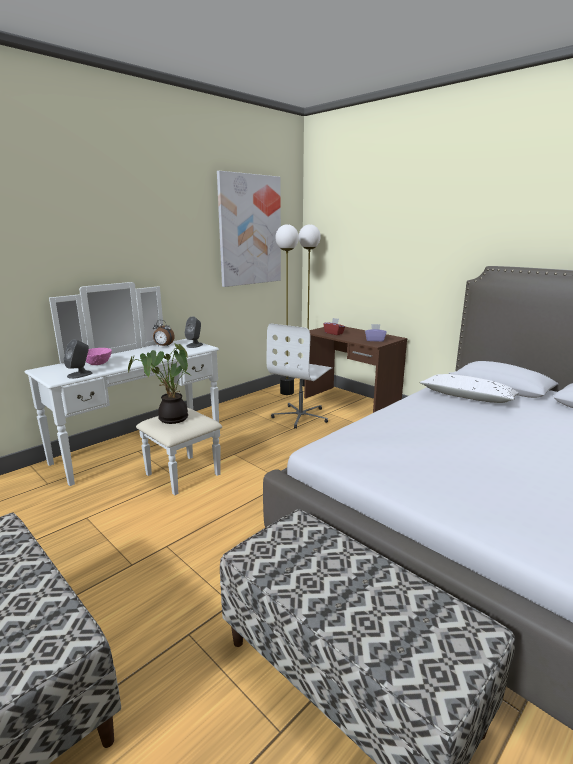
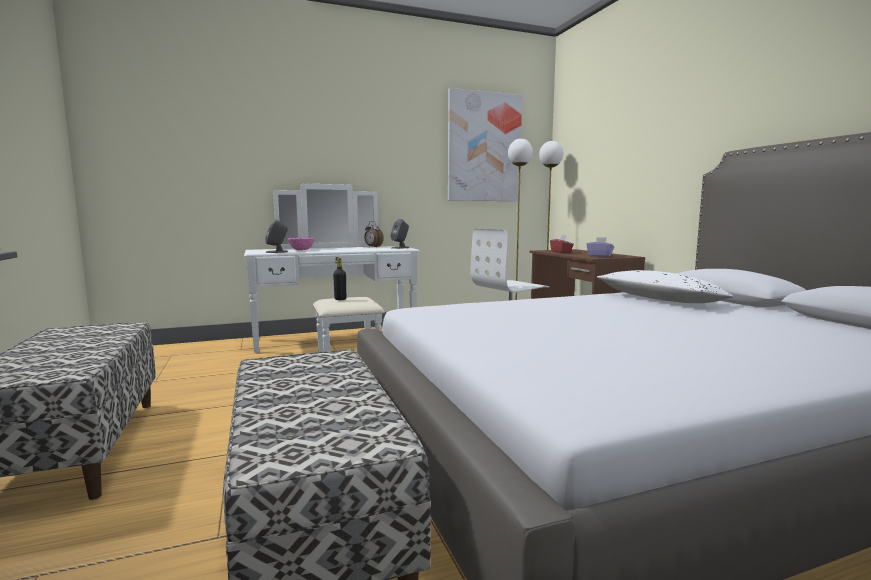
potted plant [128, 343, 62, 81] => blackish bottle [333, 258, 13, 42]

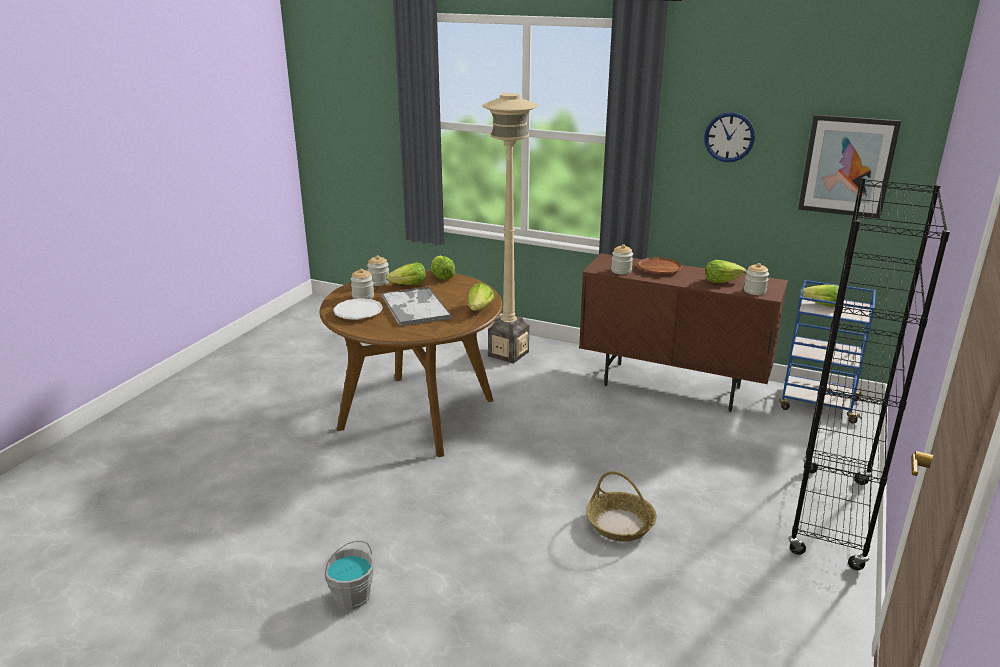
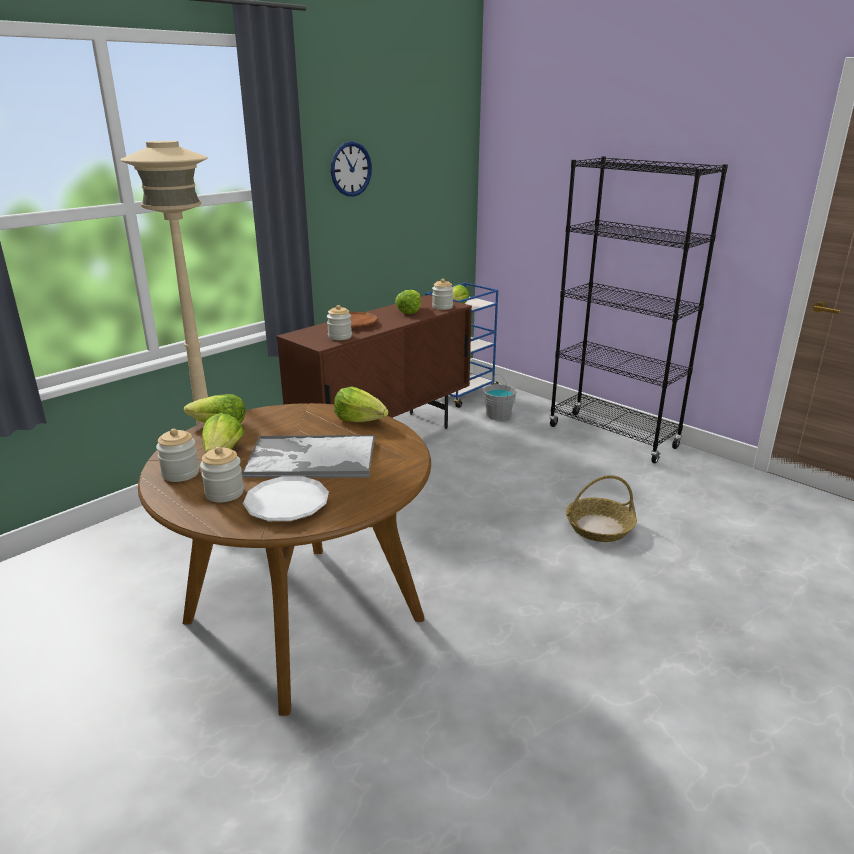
wall art [798, 114, 103, 105] => nothing
grey water bucket [323, 540, 51, 70] => grey water bucket [483, 373, 34, 47], relocated

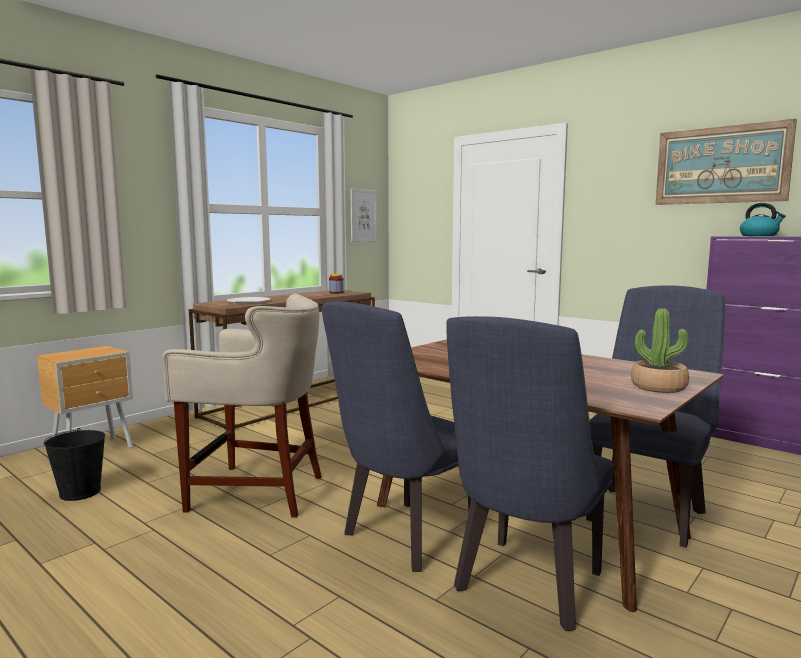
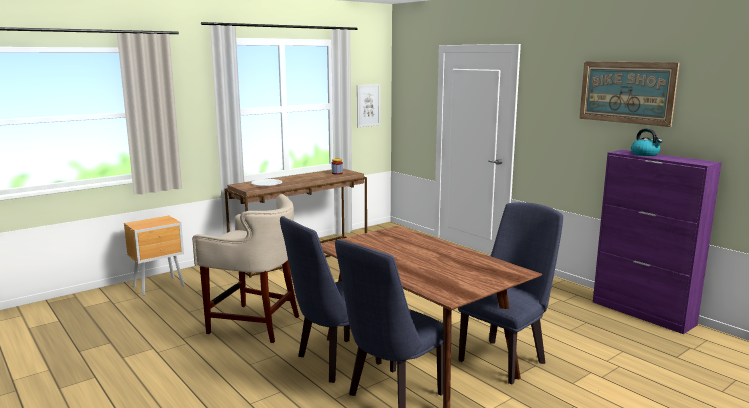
blackish water bucket [43, 428, 62, 73] => nothing
potted plant [631, 308, 58, 85] => nothing

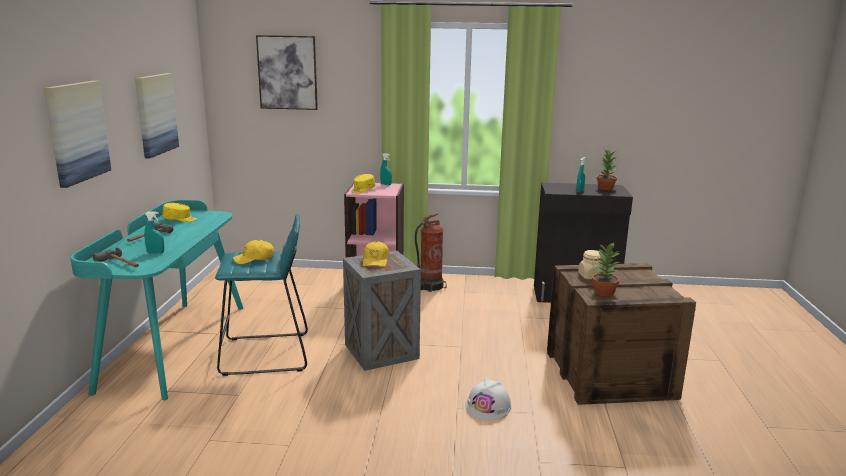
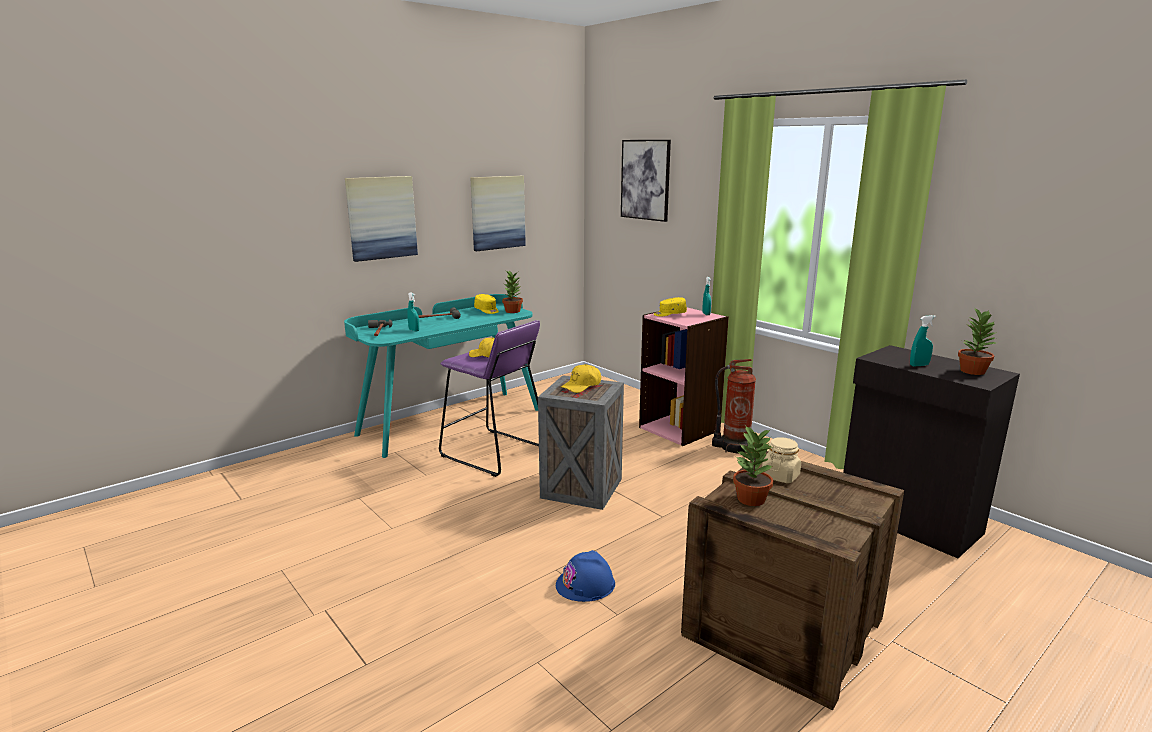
nothing => potted plant [502, 271, 21, 42]
turquoise-coloured stool [215, 214, 93, 162] => purple stool [439, 320, 101, 157]
white-coloured safety helmet [466, 378, 45, 43] => blue-coloured safety helmet [556, 550, 59, 52]

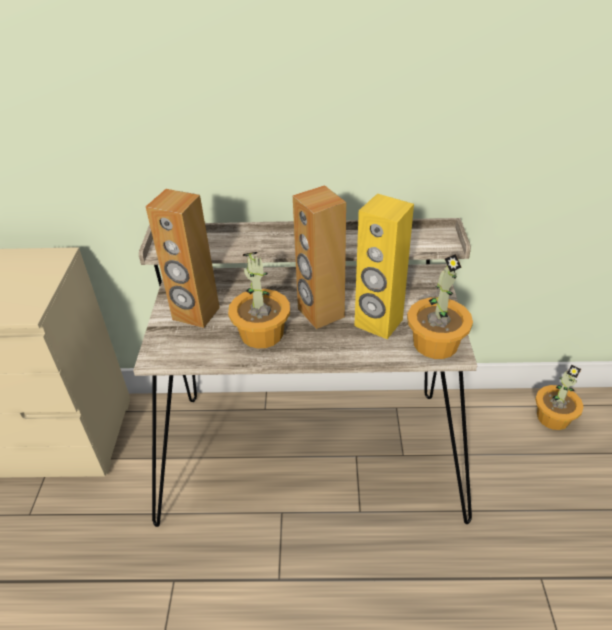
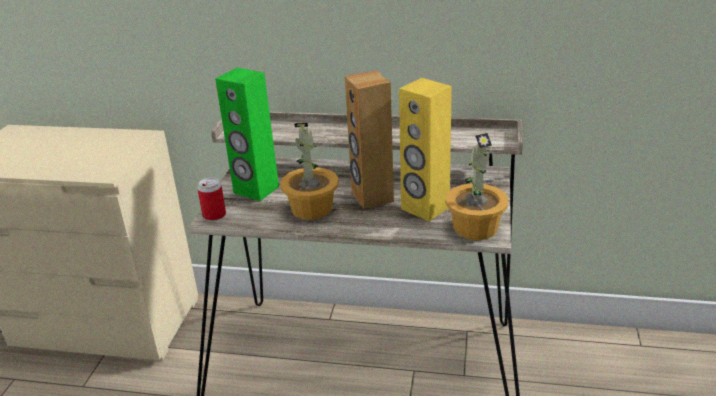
potted plant [535, 365, 49, 65] => nothing
nothing => metal can [197, 178, 29, 43]
brown-coloured speaker [146, 189, 74, 139] => green-coloured speaker [215, 68, 64, 133]

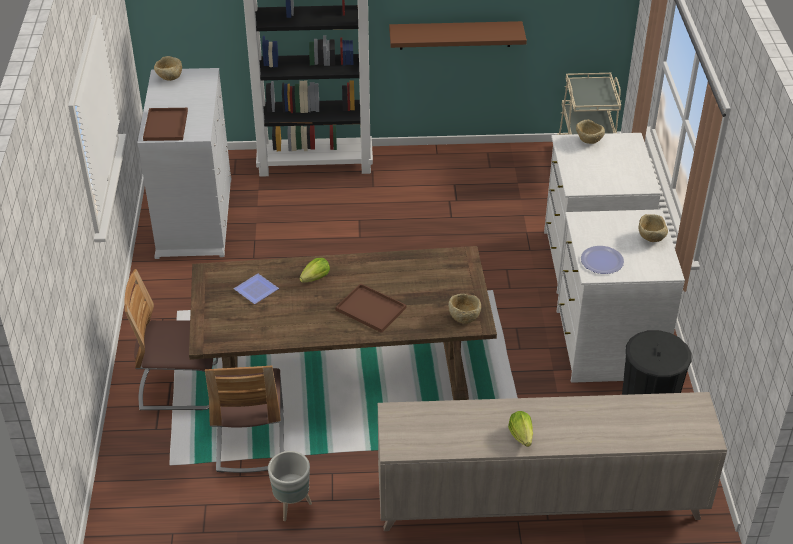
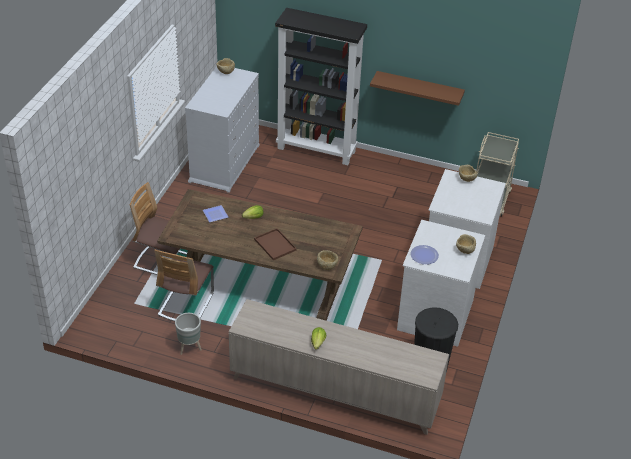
brown-coloured tray [143, 108, 45, 33] => nothing

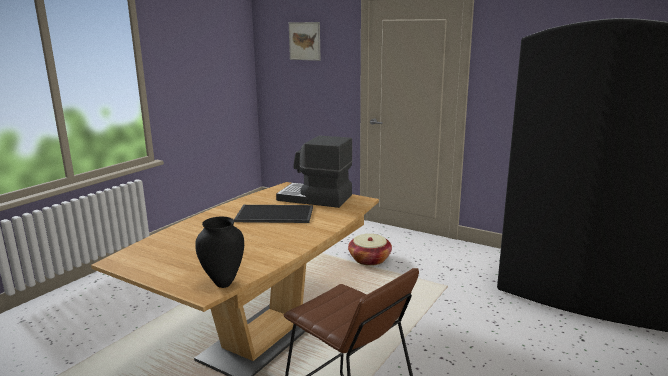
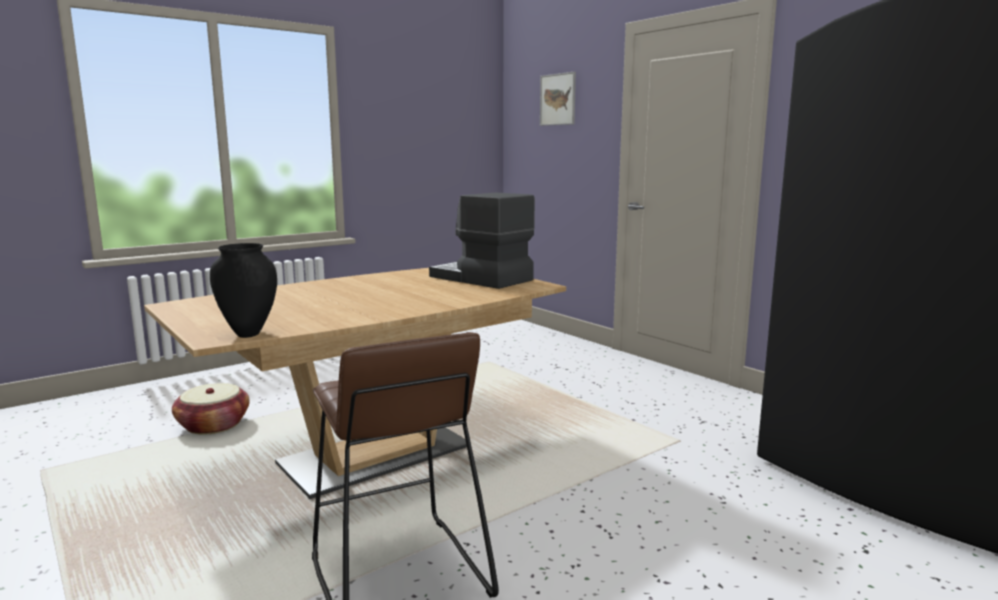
tray [234, 205, 79, 18] => nothing
storage basket [348, 234, 44, 32] => storage basket [172, 383, 78, 52], relocated

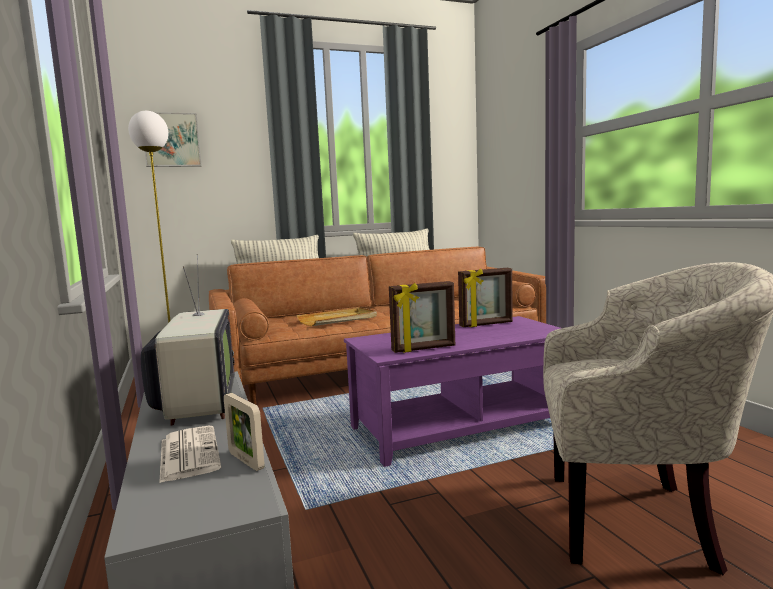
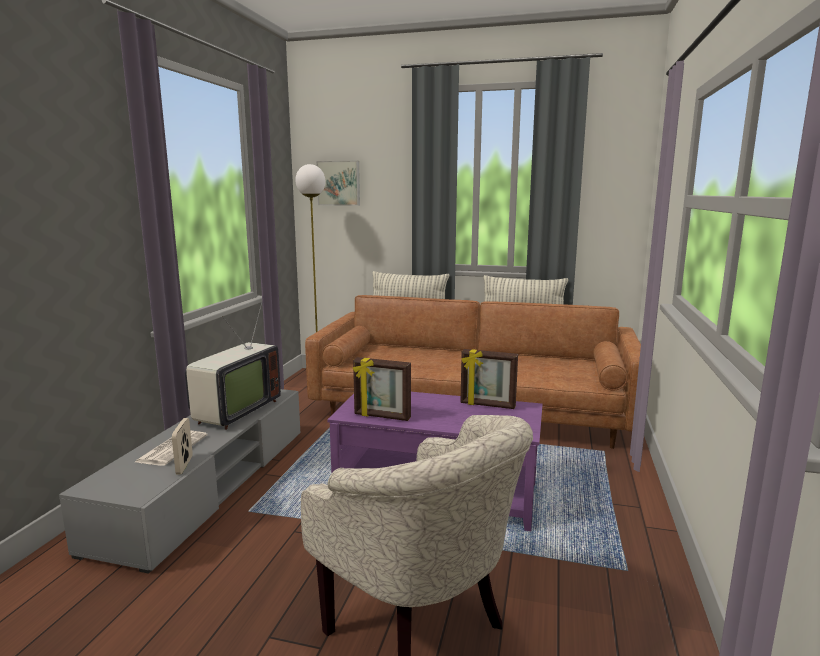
beige tray [297, 307, 80, 19] => nothing

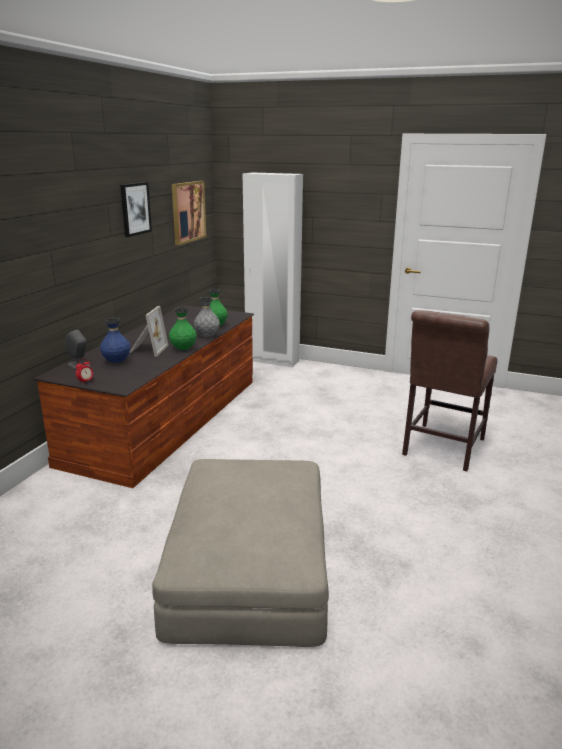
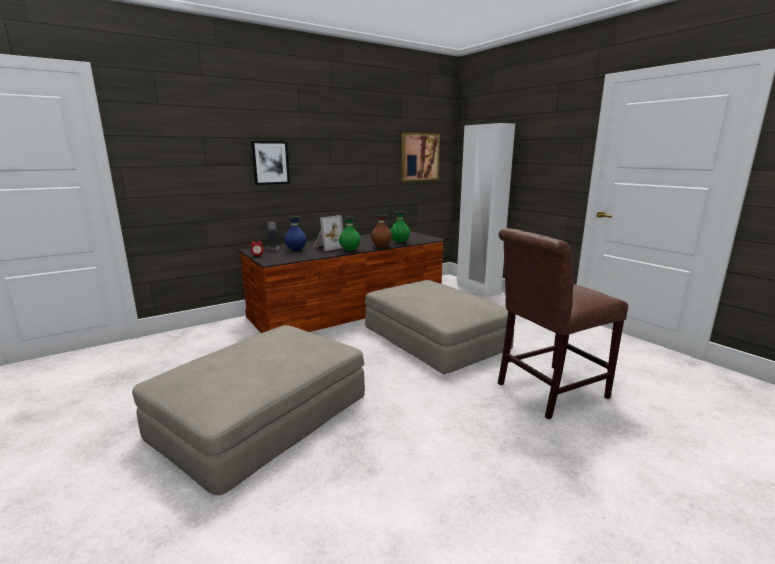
nothing => beige footrest [365, 280, 149, 94]
wall art [120, 182, 32, 55] => wall art [251, 141, 39, 44], relocated
grey vase [194, 297, 26, 40] => brown-coloured vase [371, 214, 21, 33]

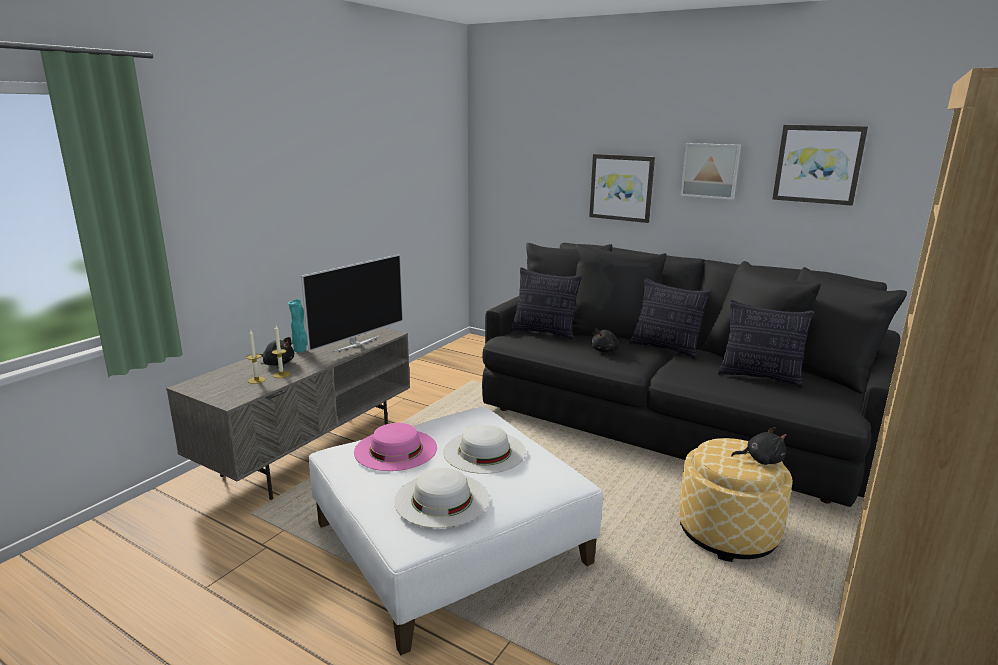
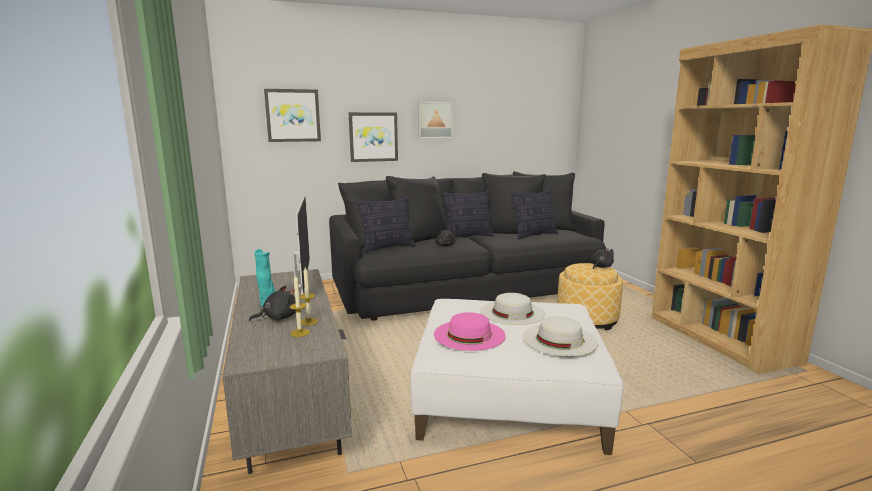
wall art [772, 125, 96, 81] => wall art [264, 89, 57, 53], relocated

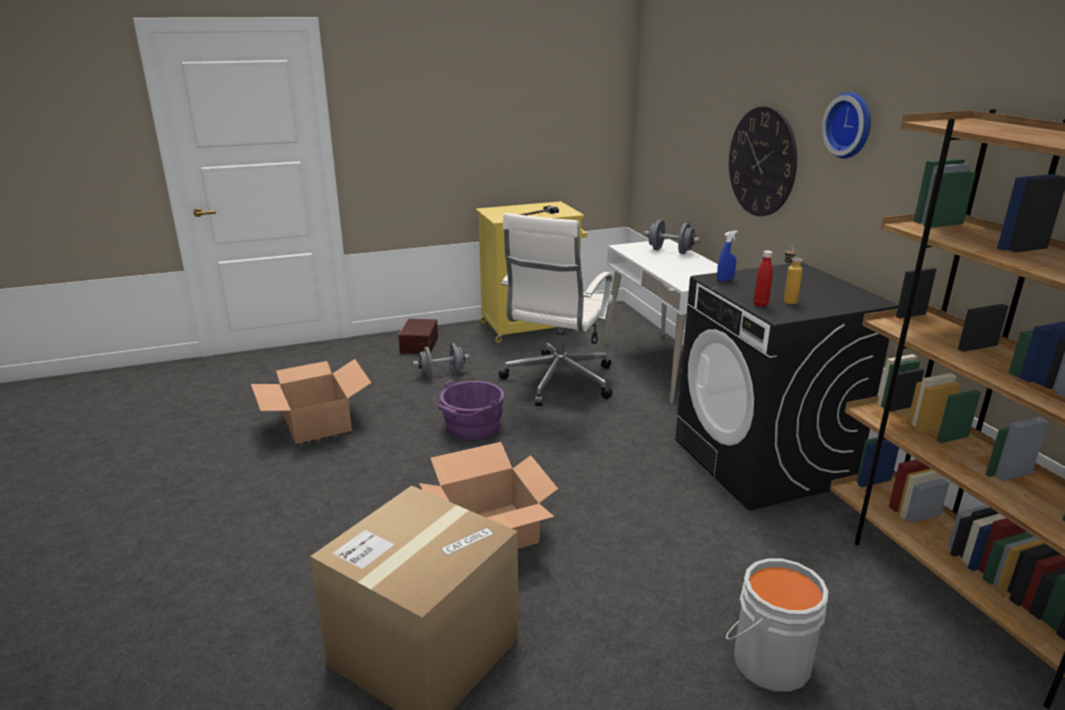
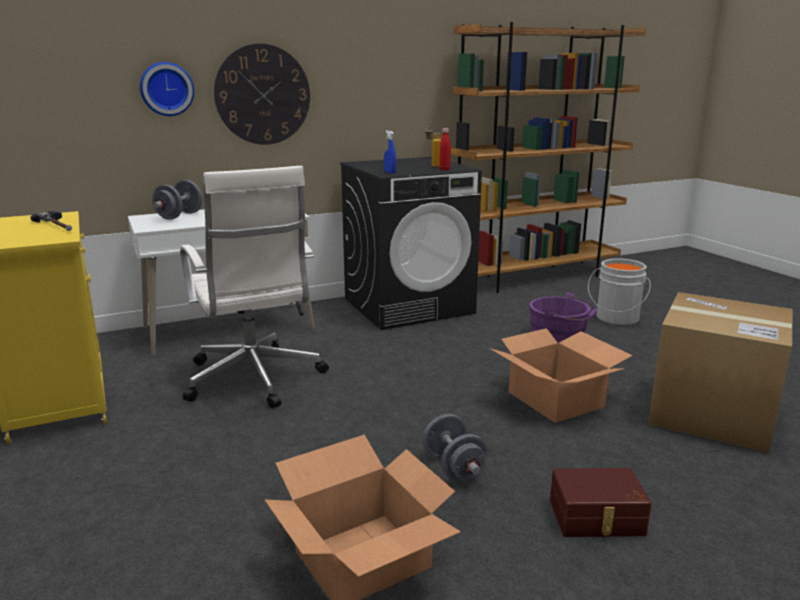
brown-coloured storage container [398, 319, 40, 35] => brown-coloured storage container [550, 468, 102, 69], relocated
grey dumbbell [412, 343, 58, 35] => grey dumbbell [422, 414, 66, 67], relocated
purple water bucket [433, 380, 71, 60] => purple water bucket [529, 293, 69, 50], relocated
wall clock [822, 92, 49, 66] => wall clock [140, 62, 54, 54], relocated
white-coloured computer chair [498, 213, 115, 193] => white-coloured computer chair [180, 166, 149, 242], 45 degrees clockwise

